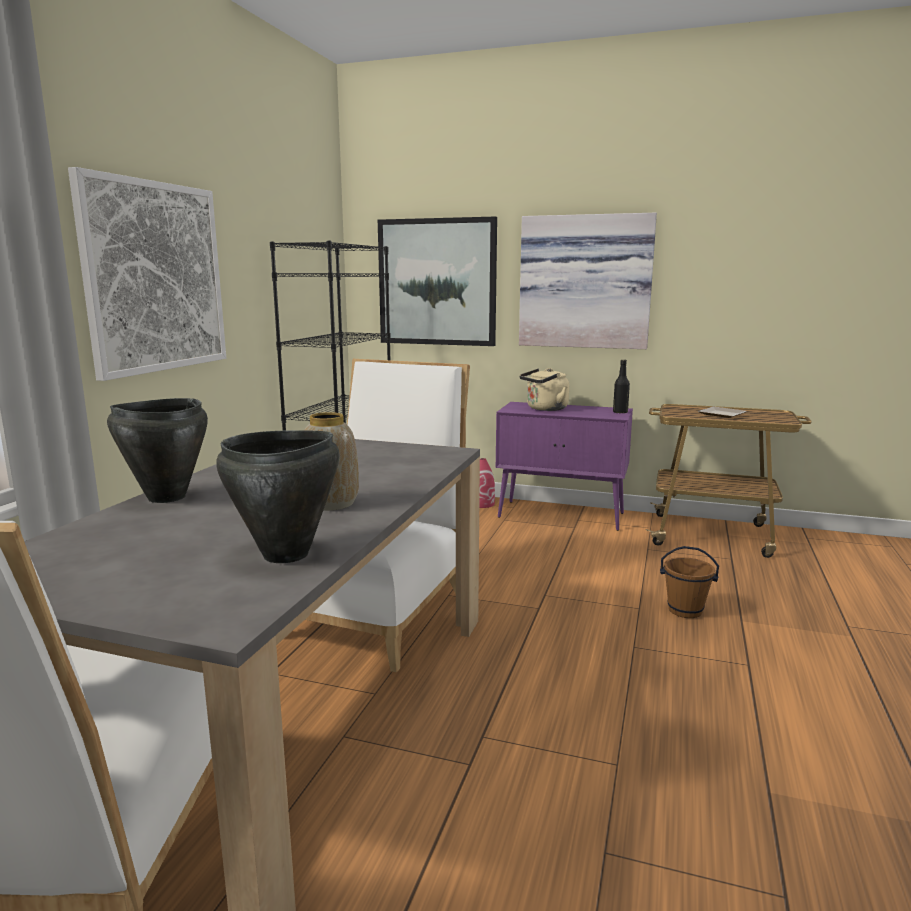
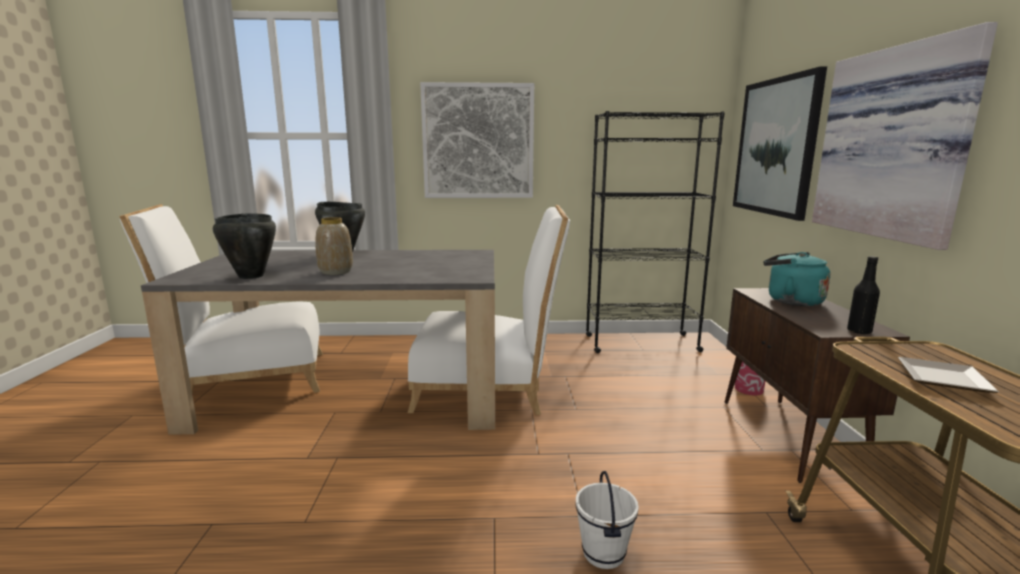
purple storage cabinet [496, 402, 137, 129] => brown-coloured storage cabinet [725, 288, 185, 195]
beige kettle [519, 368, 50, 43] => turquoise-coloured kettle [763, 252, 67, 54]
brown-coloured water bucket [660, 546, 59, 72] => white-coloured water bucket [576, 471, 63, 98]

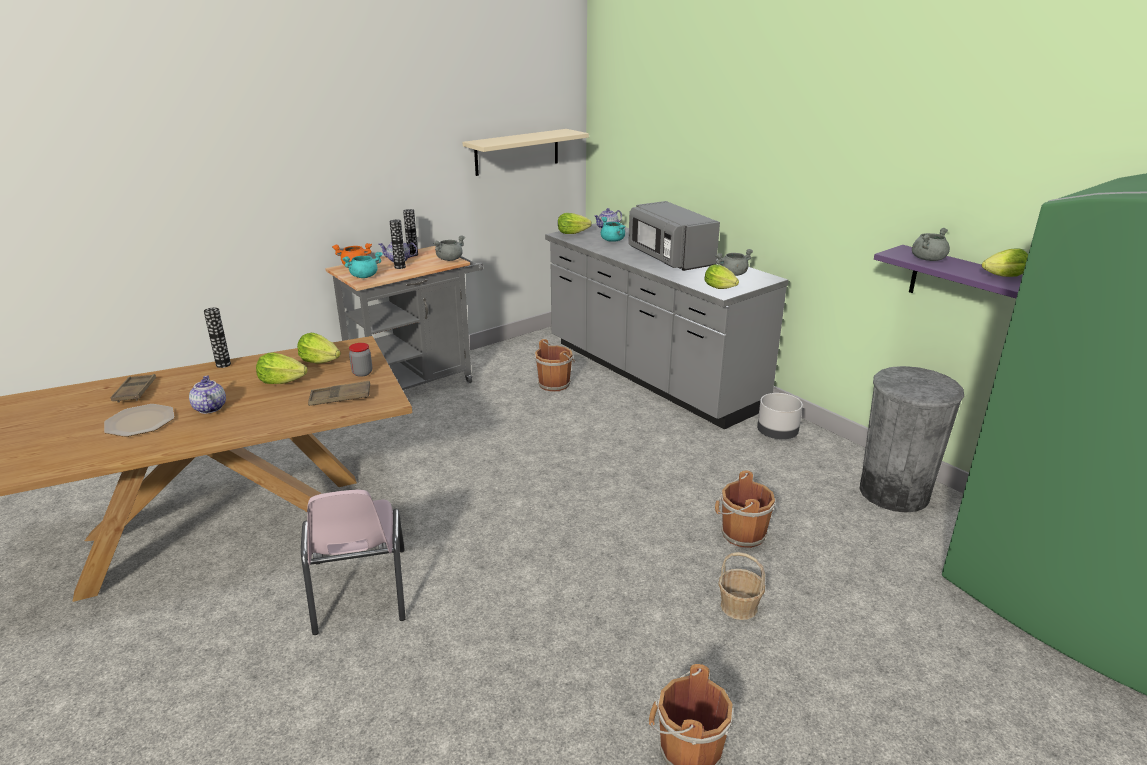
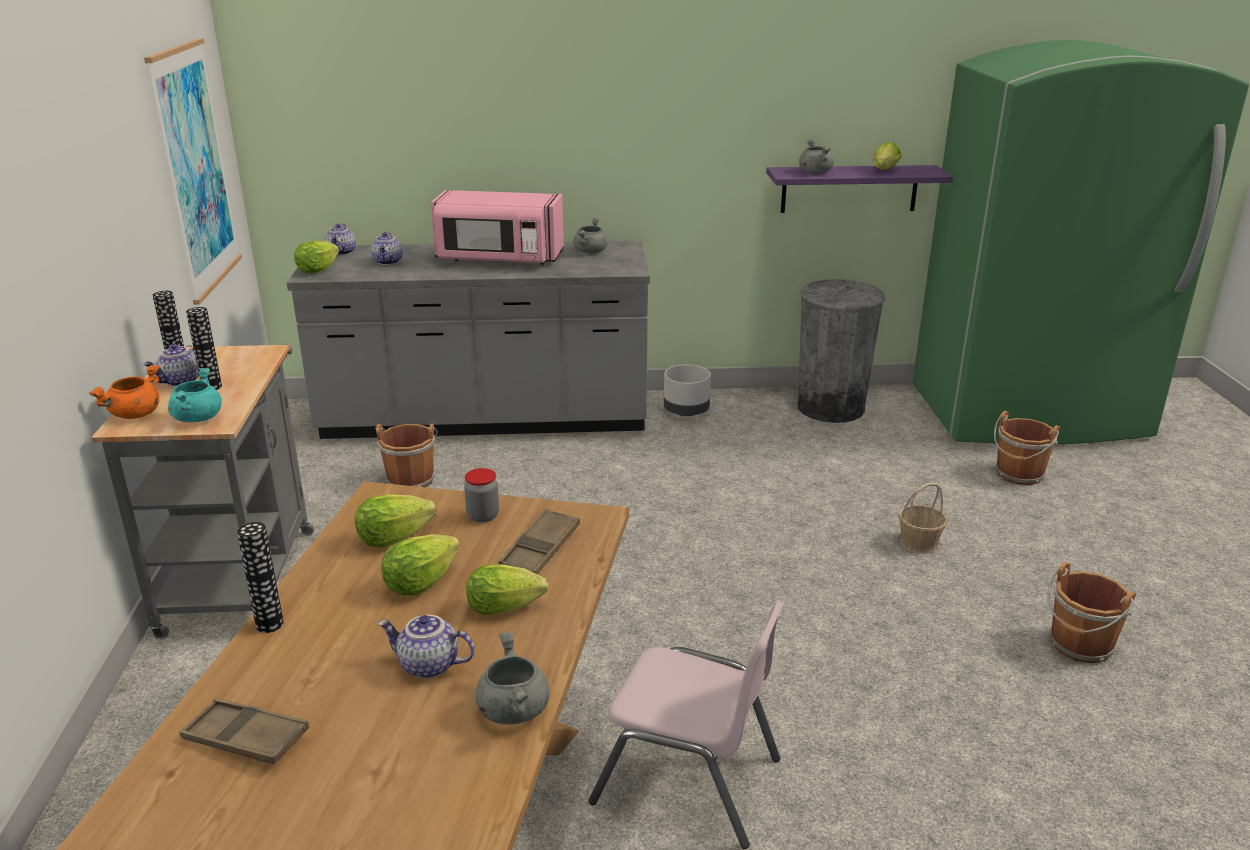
dinner plate [104, 404, 70, 33] => nothing
grey cooking pot [433, 235, 32, 26] => grey cooking pot [476, 632, 74, 93], relocated
lettuce [705, 264, 34, 25] => lettuce [466, 564, 82, 51], relocated
brown-coloured water bucket [715, 470, 60, 78] => brown-coloured water bucket [994, 411, 66, 74], relocated
beige bracket shelf [463, 129, 126, 47] => wall art [144, 38, 98, 267]
turquoise-coloured cooking pot [601, 217, 25, 25] => teapot [371, 232, 32, 33]
grey kitchen microwave [628, 201, 92, 70] => pink kitchen microwave [431, 190, 133, 75]

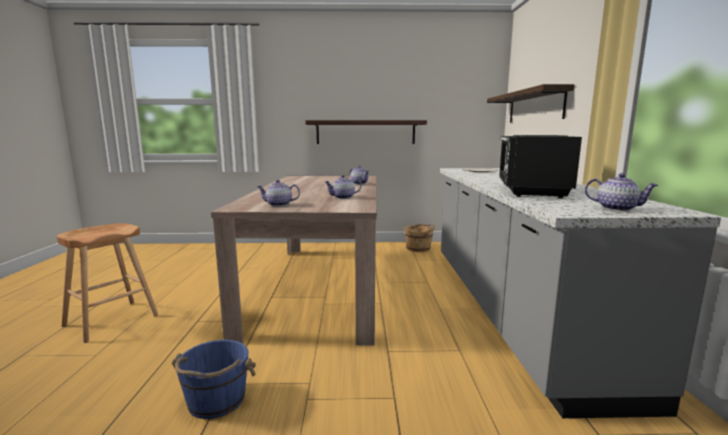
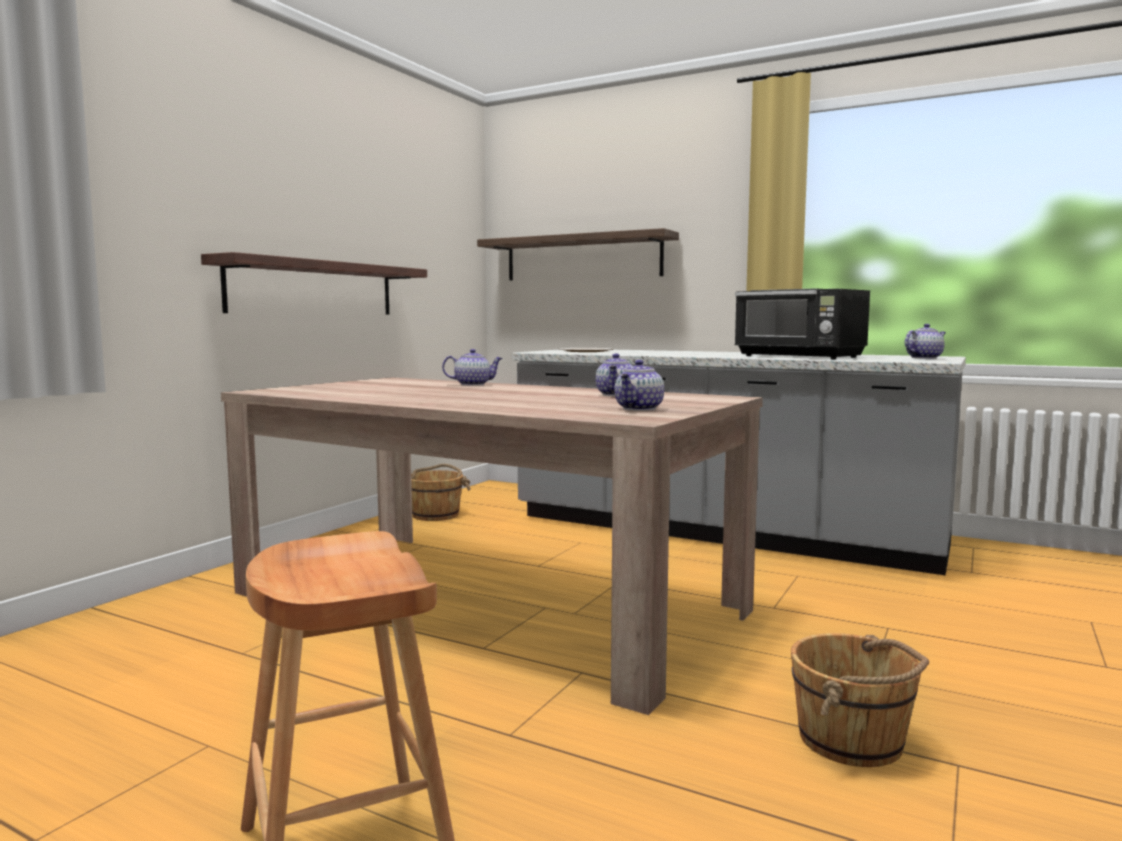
blue-coloured water bucket [172, 340, 84, 79] => brown-coloured water bucket [791, 633, 138, 134]

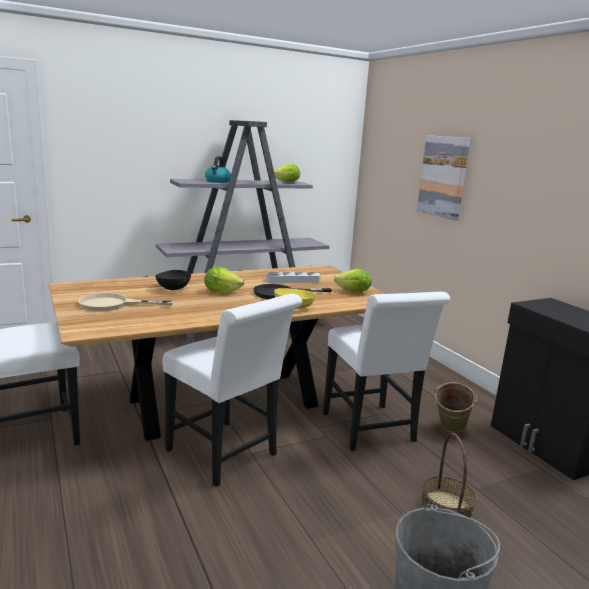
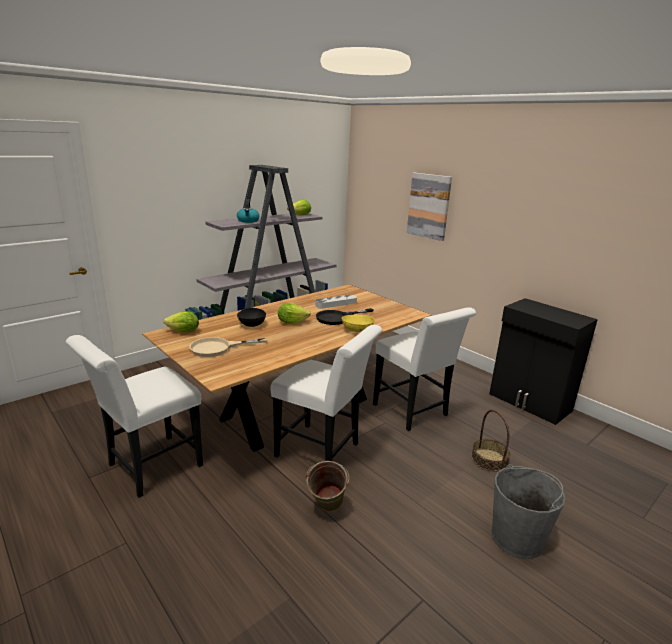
lettuce [334, 269, 37, 23] => lettuce [163, 311, 36, 21], relocated
green-coloured water bucket [434, 382, 43, 50] => green-coloured water bucket [306, 461, 44, 50], relocated

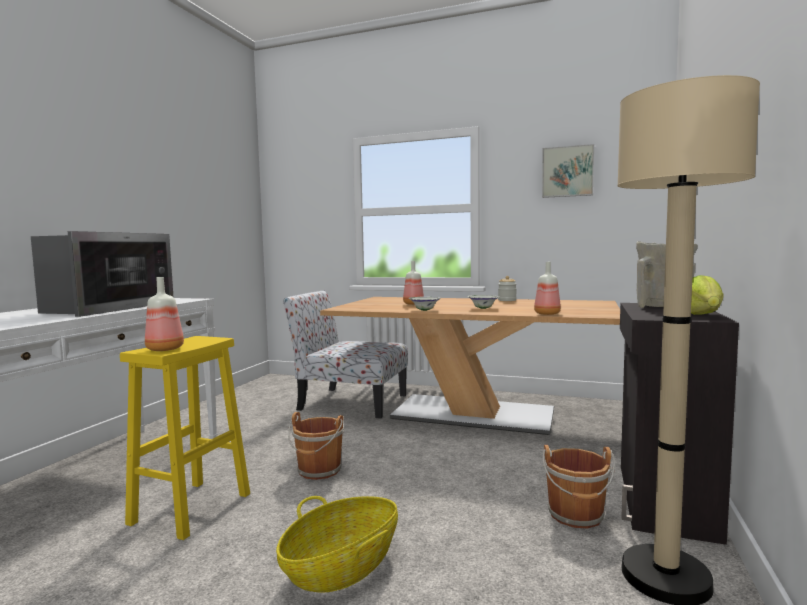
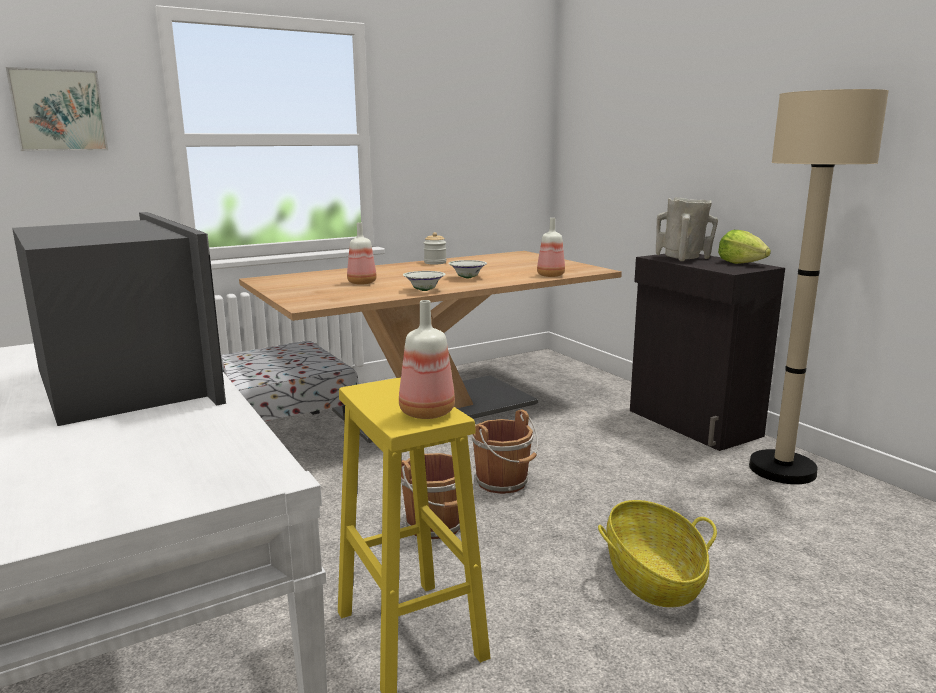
wall art [542, 144, 52, 54] => wall art [6, 67, 102, 84], relocated
brown-coloured water bucket [542, 445, 73, 83] => brown-coloured water bucket [472, 410, 66, 84], relocated

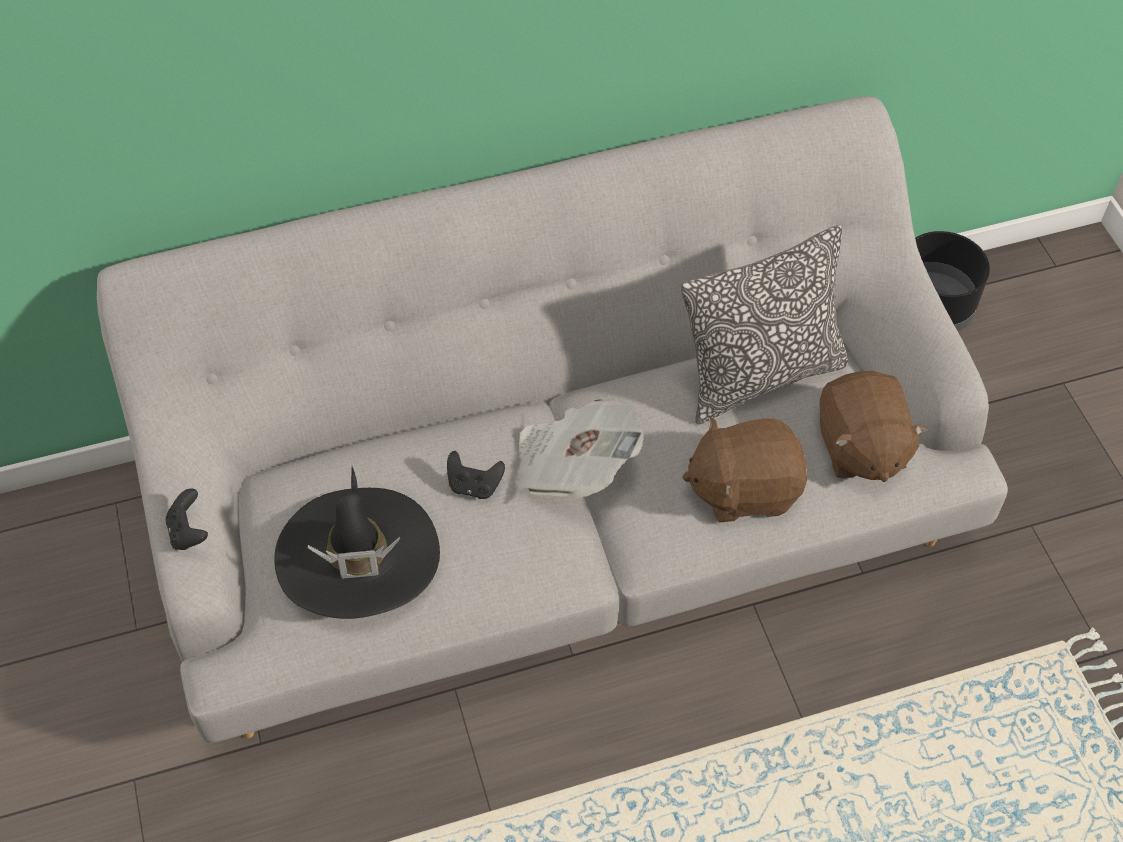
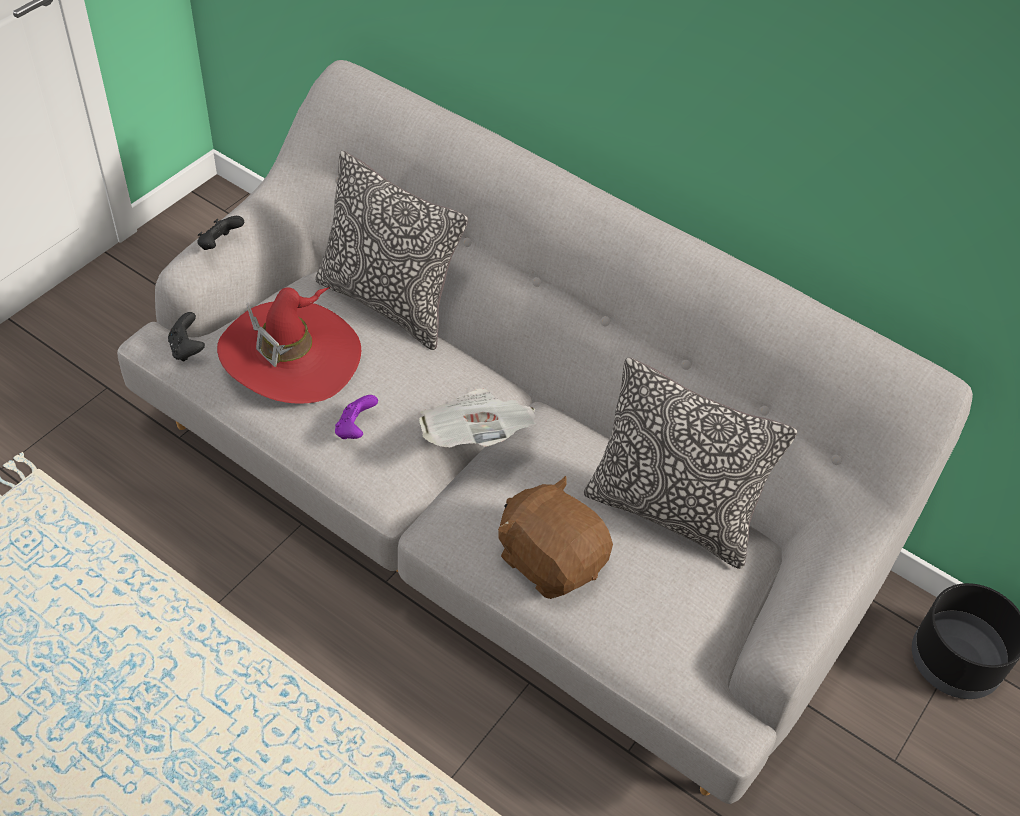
brown-coloured soft toy [819, 371, 109, 111] => nothing
nothing => pillow [315, 151, 153, 199]
nothing => purple joypad [335, 395, 43, 44]
blackish joypad [447, 451, 58, 48] => blackish joypad [168, 312, 37, 50], relocated
blackish wearable hat [274, 467, 166, 152] => reddish wearable hat [217, 287, 144, 117]

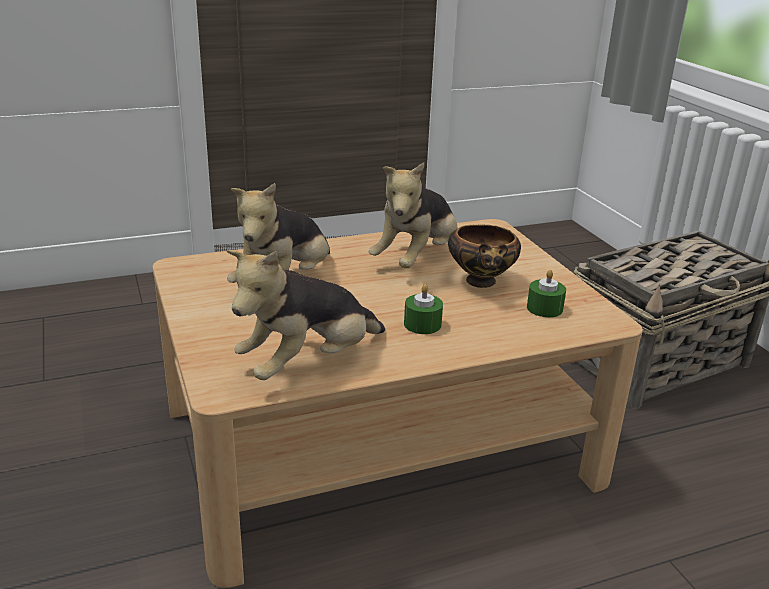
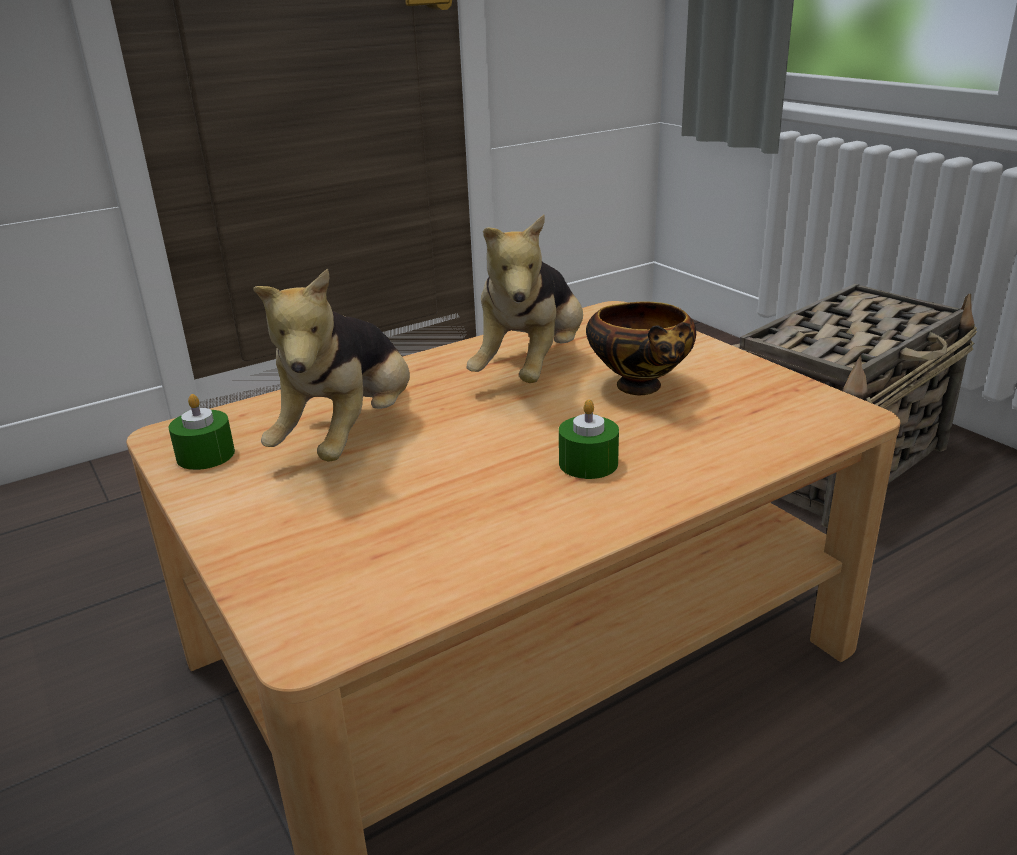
soft toy [226, 250, 159, 130] => nothing
green-coloured candle [527, 270, 39, 47] => green-coloured candle [169, 394, 66, 76], relocated

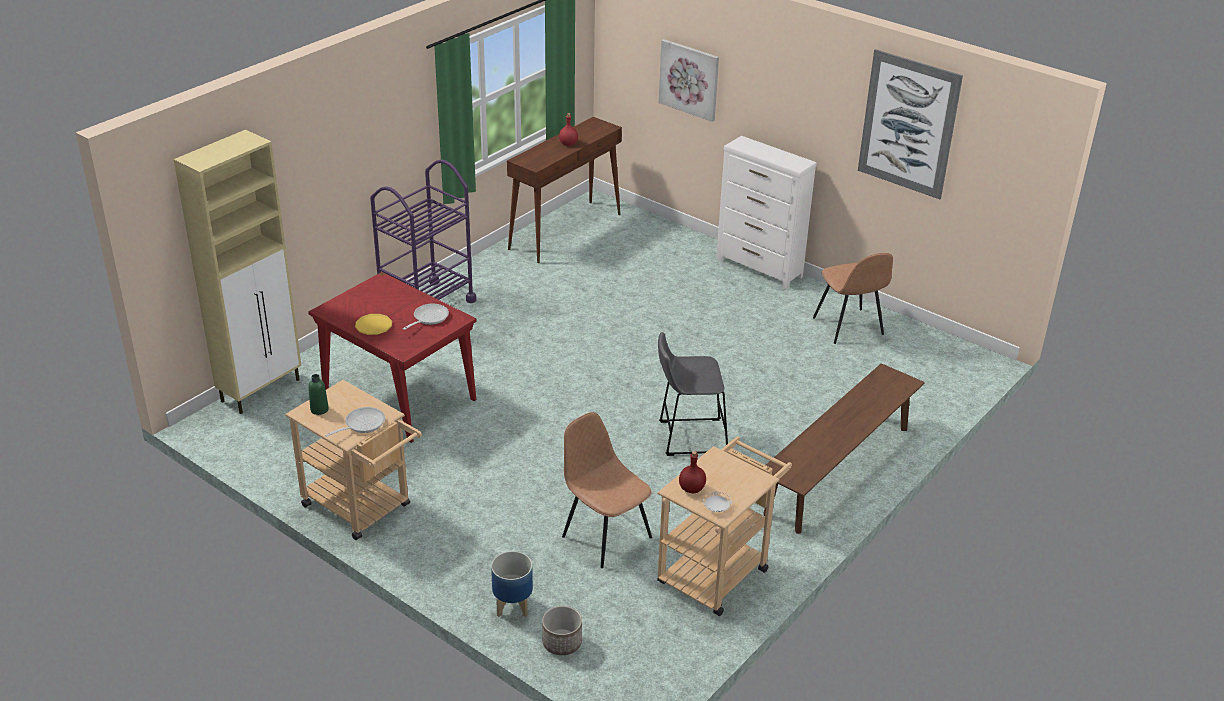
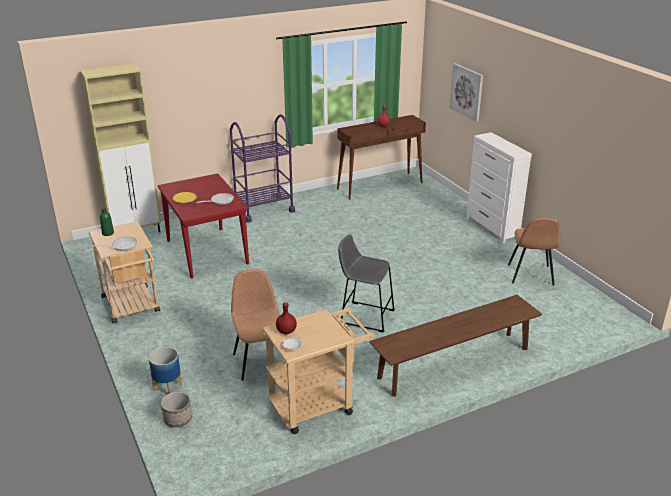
wall art [858, 49, 105, 150] => nothing

